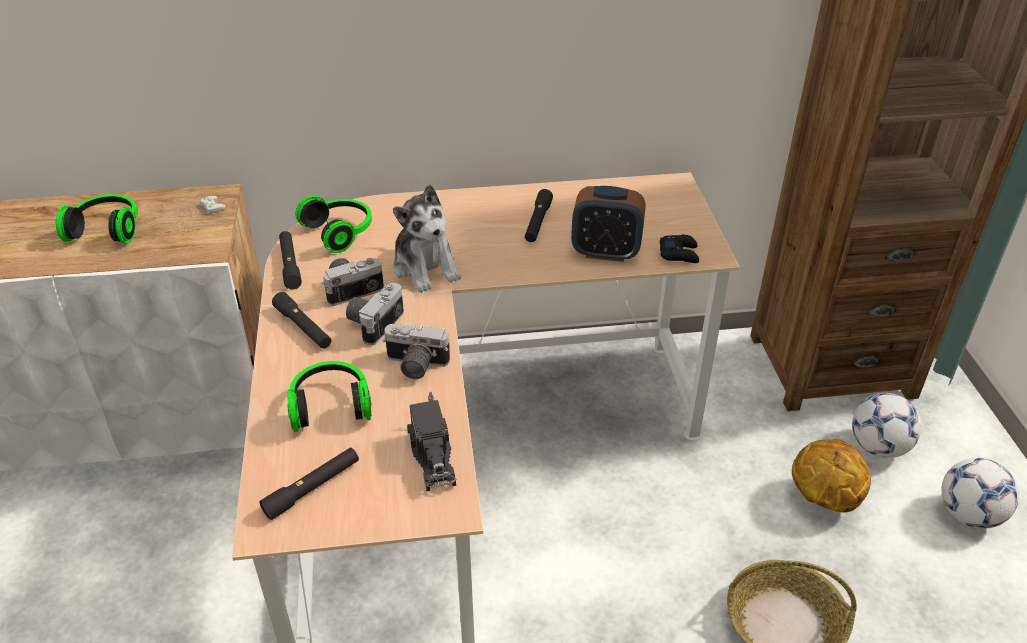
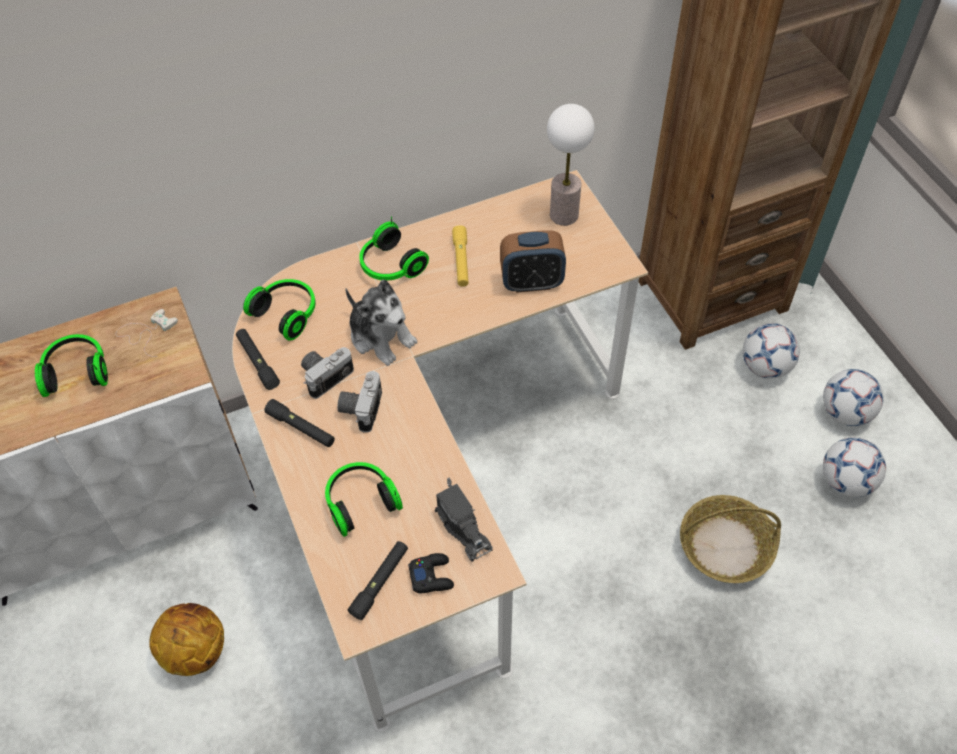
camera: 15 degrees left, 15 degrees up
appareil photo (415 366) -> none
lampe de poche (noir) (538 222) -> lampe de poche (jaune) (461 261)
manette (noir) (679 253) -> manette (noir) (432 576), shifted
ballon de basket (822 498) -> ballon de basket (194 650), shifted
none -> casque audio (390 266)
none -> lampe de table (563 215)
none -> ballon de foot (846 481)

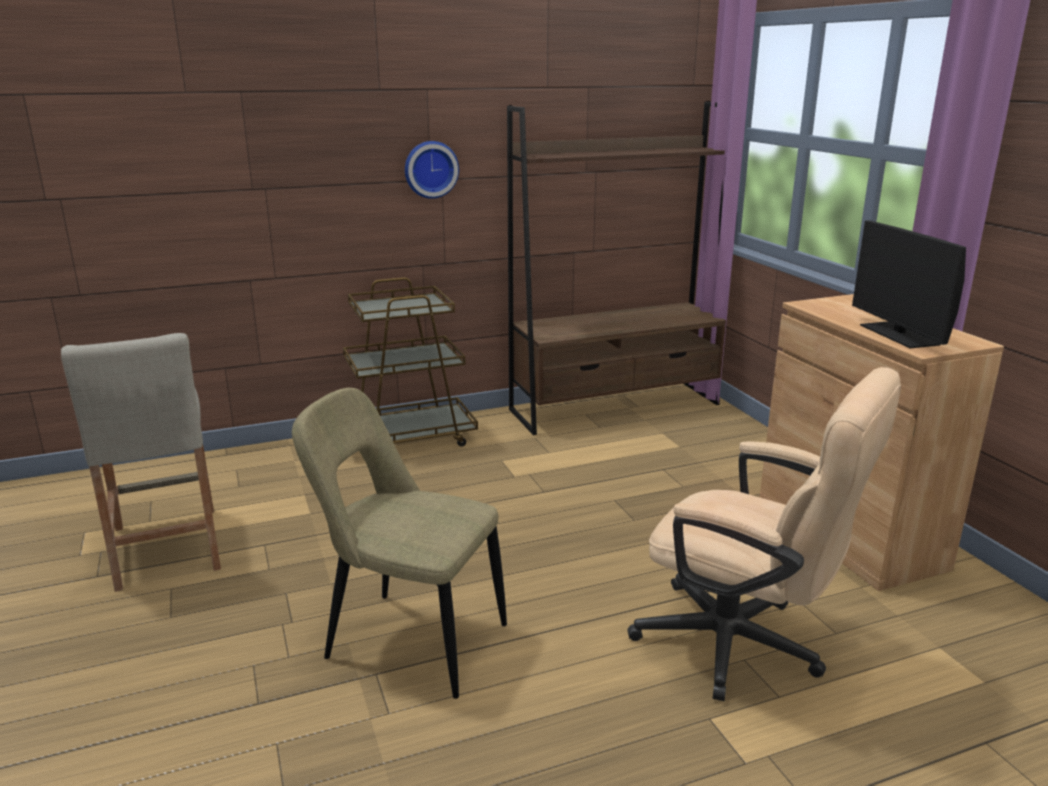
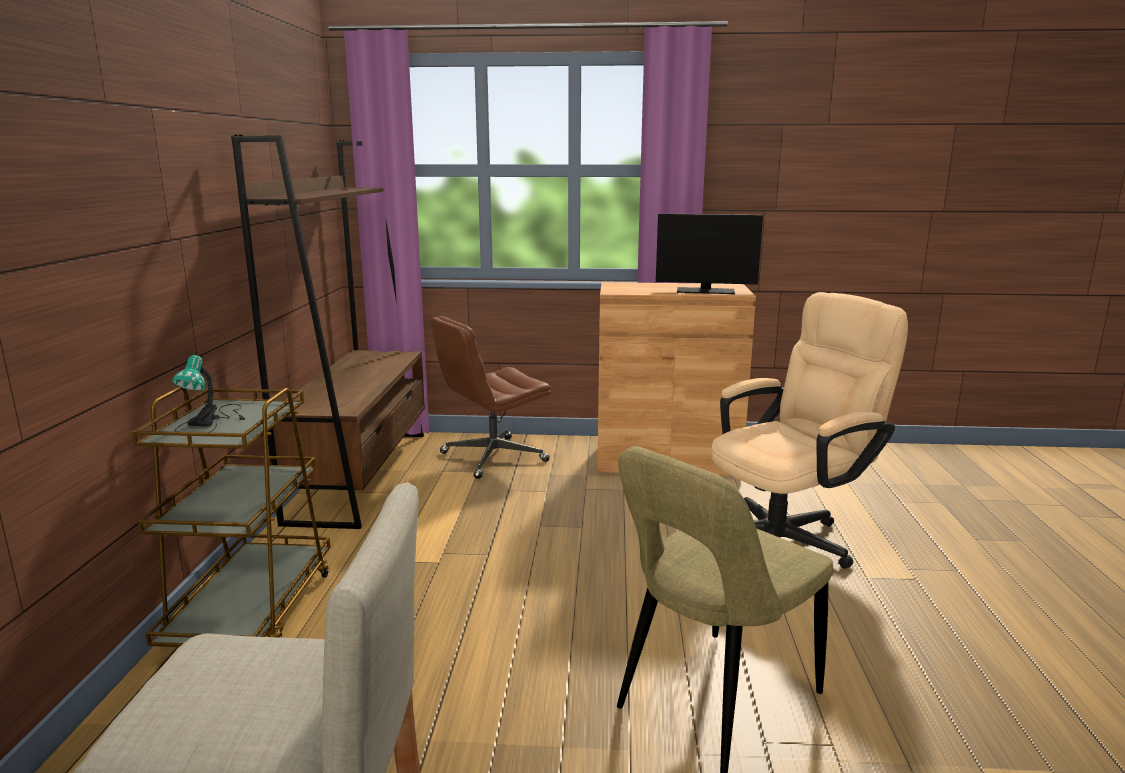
camera: 65 degrees left, 5 degrees down
horloge murale (430 169) -> none
none -> lampe de table (212 420)
none -> chaise de bureau (marron) (492 458)

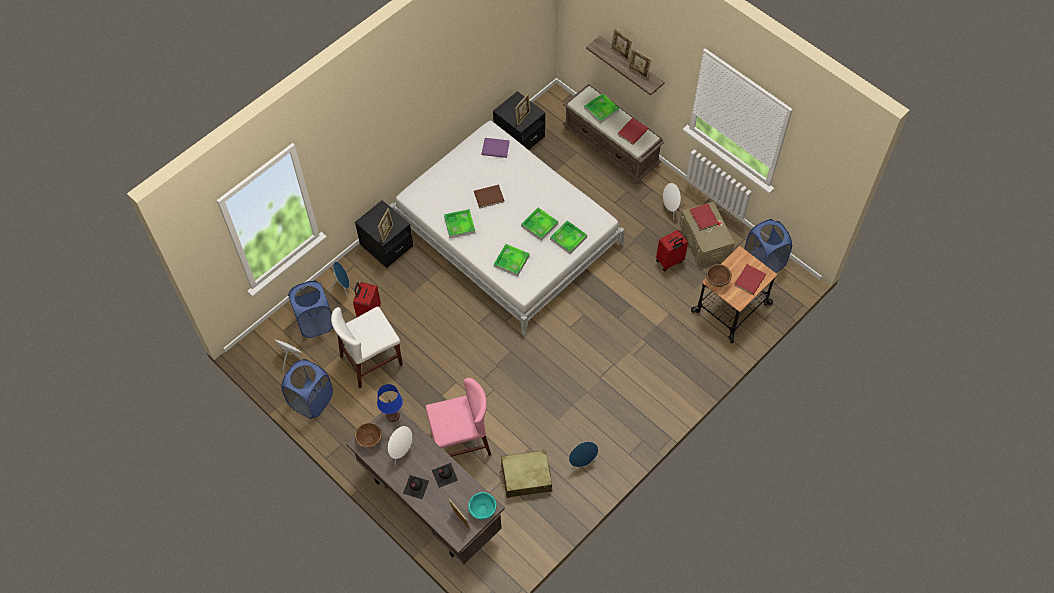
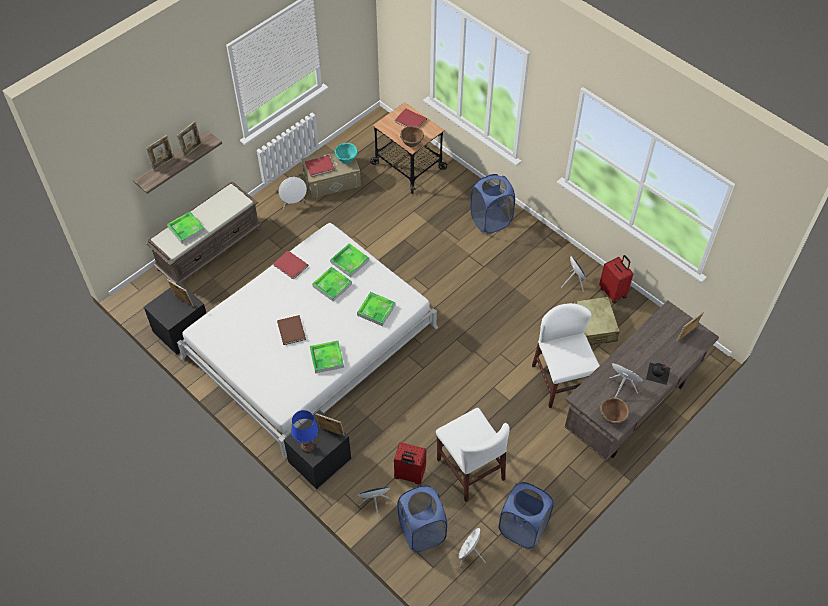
camera: 90 degrees left, 5 degrees down
lampe de table (bleu) (392 415) -> lampe de table (bleu) (307 446), shifted
chaise (rose) (461 442) -> chaise (blanc) (561 381)
bouteille (noir) (444 475) -> none
bol (turquoise) (483 510) -> bol (turquoise) (346 159), shifted
livre (violet) (496 149) -> none
livre (rouge) (633 131) -> livre (rouge) (290 264), shifted
valise (rouge) (669 261) -> valise (rouge) (613 292), shifted
panier à linge (bleu) (763 262) -> panier à linge (bleu) (490 220), shifted

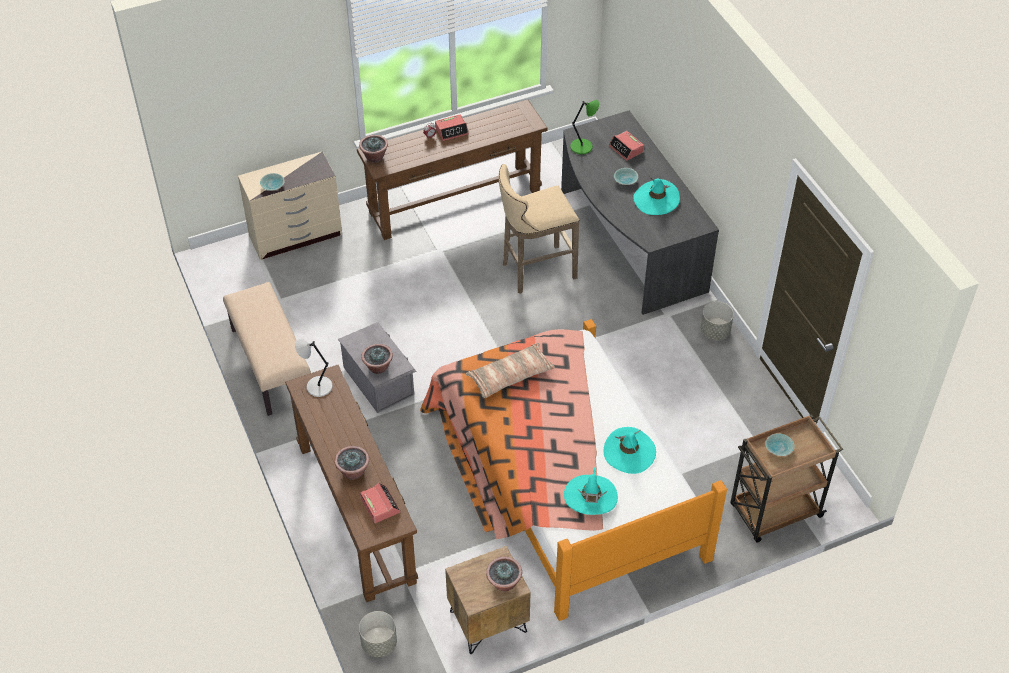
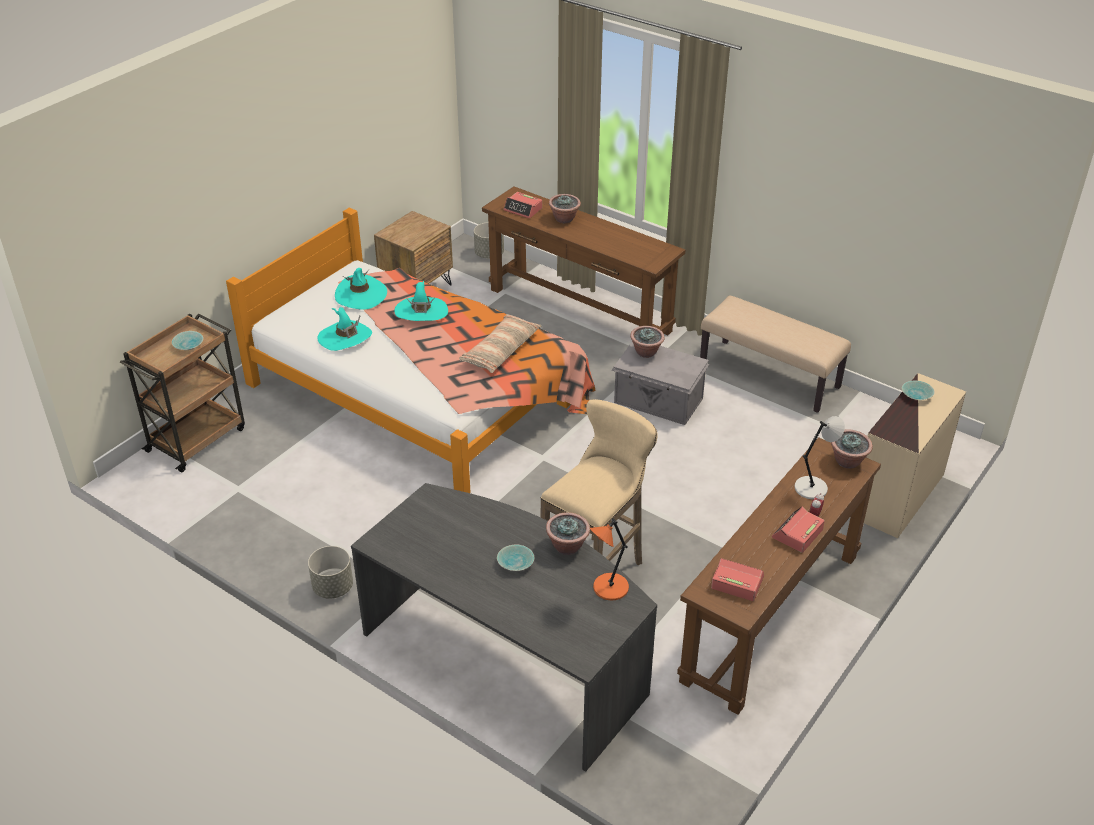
camera: 150 degrees right, 10 degrees down
lampe de table (gris) (317 387) -> lampe de table (gris) (812 487), shifted
plante en pot (504 583) -> plante en pot (567 546), shifted
lampe de table (vert) (582 147) -> lampe de table (orange) (609 588)
réveil (626 149) -> réveil (737 583), shifted
chapeau (turquoise) (656 199) -> chapeau (turquoise) (421 312), shifted

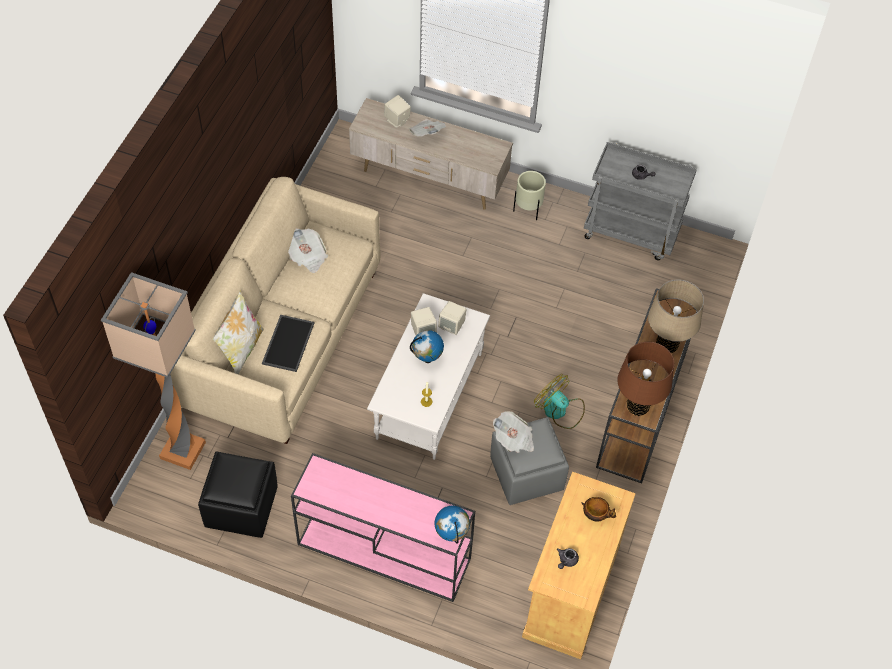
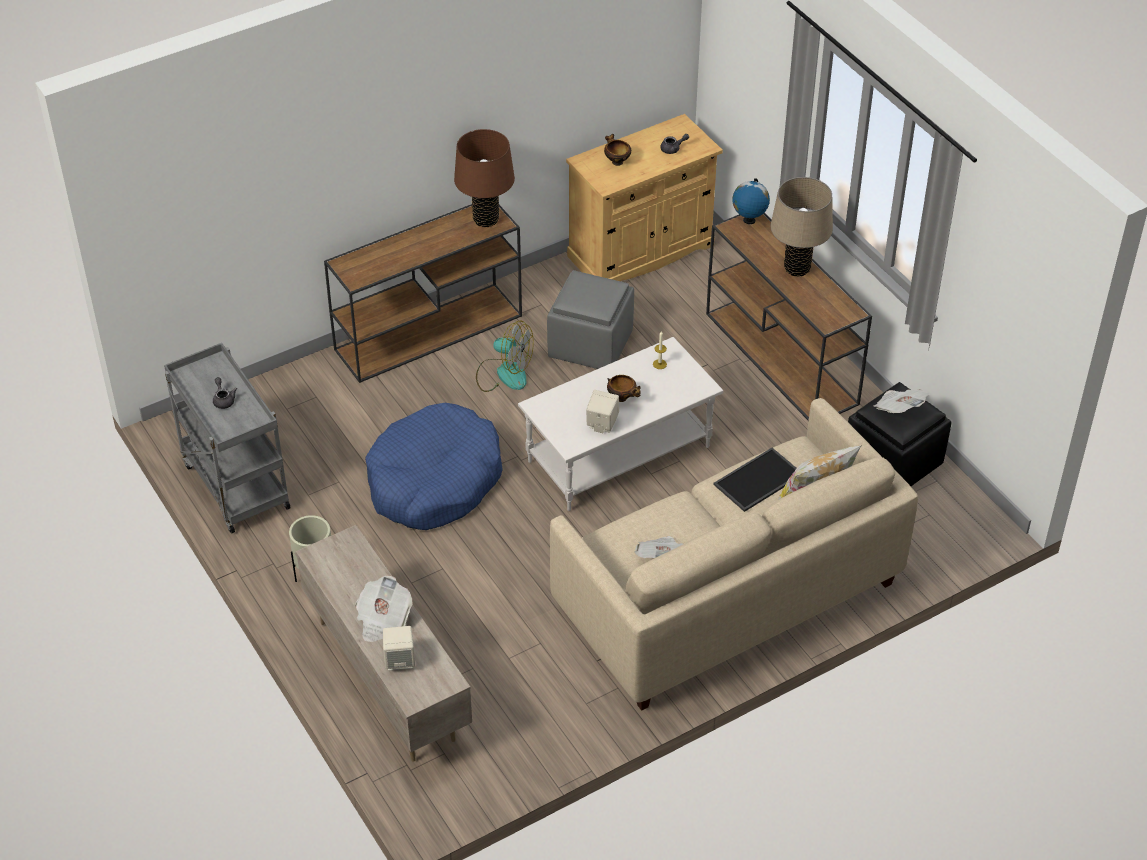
camera: 140 degrees left, 10 degrees down
lampadaire (182 449) -> none
table console (rose) (382 551) -> table console (marron) (782 359)
globe (427 359) -> bol (622 398)
enceinte (beige) (452 326) -> none
journal (513 439) -> journal (899 409), shifted
ventilateur (560 410) -> ventilateur (504 374), 60 degrees counterclockwise
lampe de table (beige) (667 345) -> lampe de table (beige) (797 268), shifted
none -> panier pour chien (bleu) (434 481)

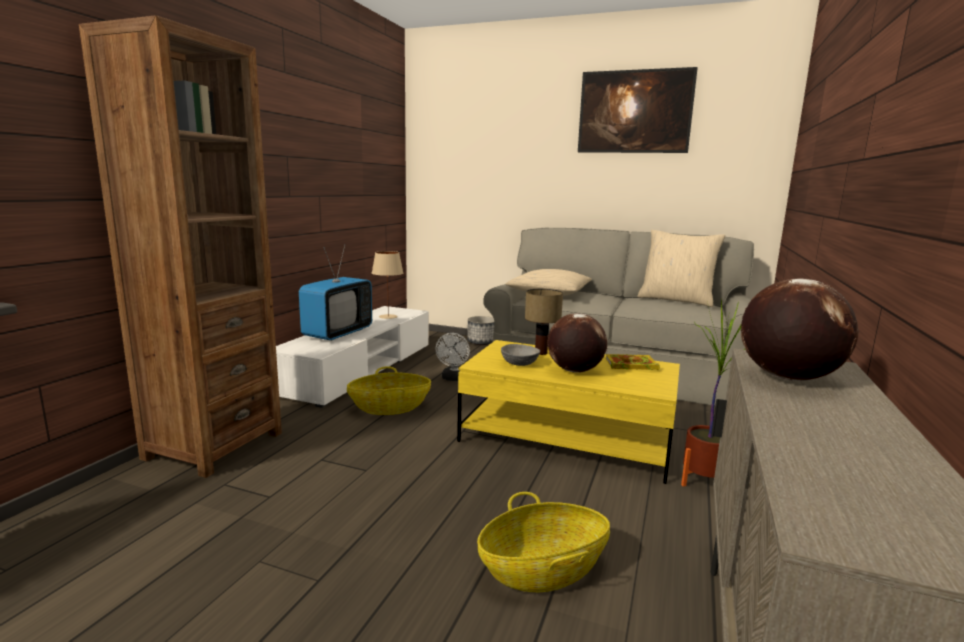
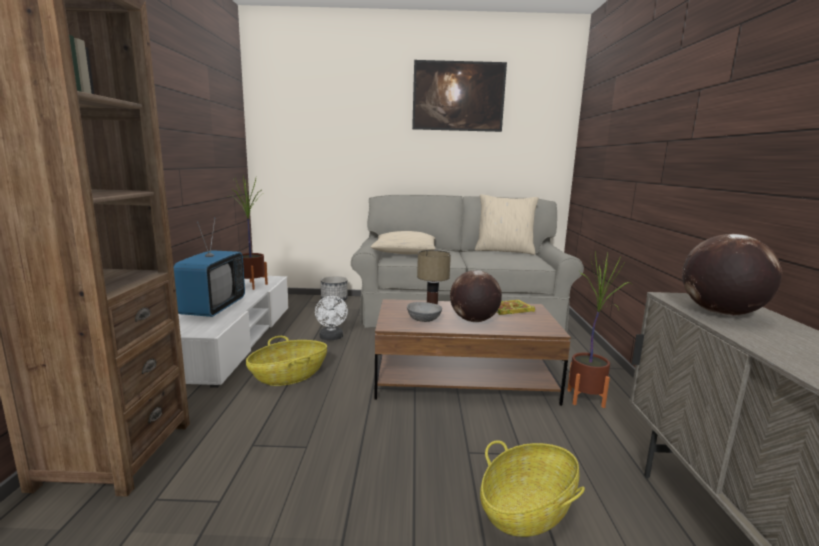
camera: 20 degrees left, 0 degrees up
lampe de table (beige) (388 316) -> plante en pot (252 285)
table basse (jaune) (567 437) -> table basse (marron) (463 378)

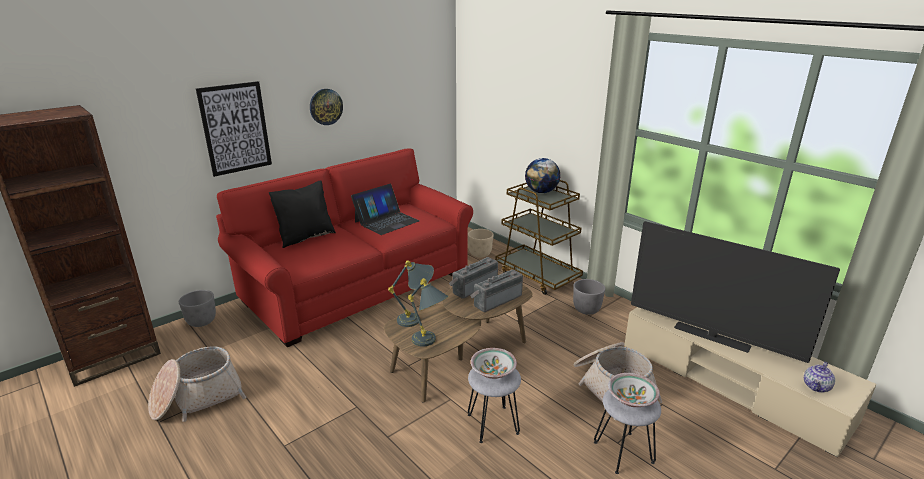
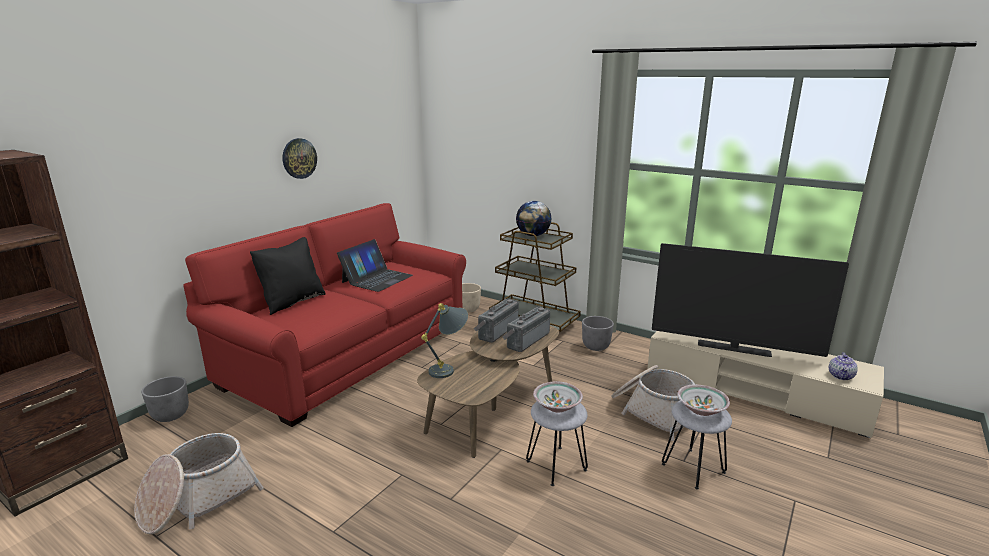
camera: 15 degrees left, 5 degrees down
tableau (235 128) -> none
lampe de table (gris) (430 343) -> none

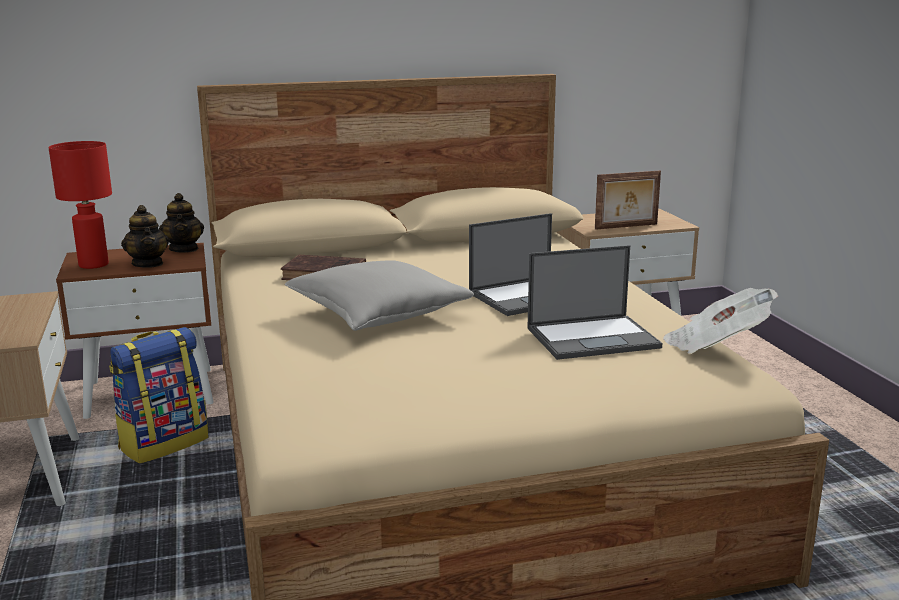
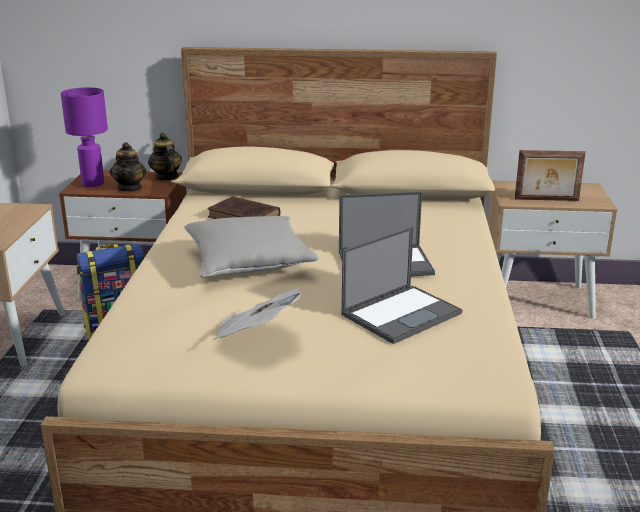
camera: 20 degrees right, 5 degrees up
lampe de table (rouge) (94 265) -> lampe de table (violet) (93 183)
théière (184 249) -> théière (166 177), 150 degrees clockwise
ordinateur portable (594 337) -> ordinateur portable (402 313), 45 degrees counterclockwise
journal (716 346) -> journal (256 335), shifted

